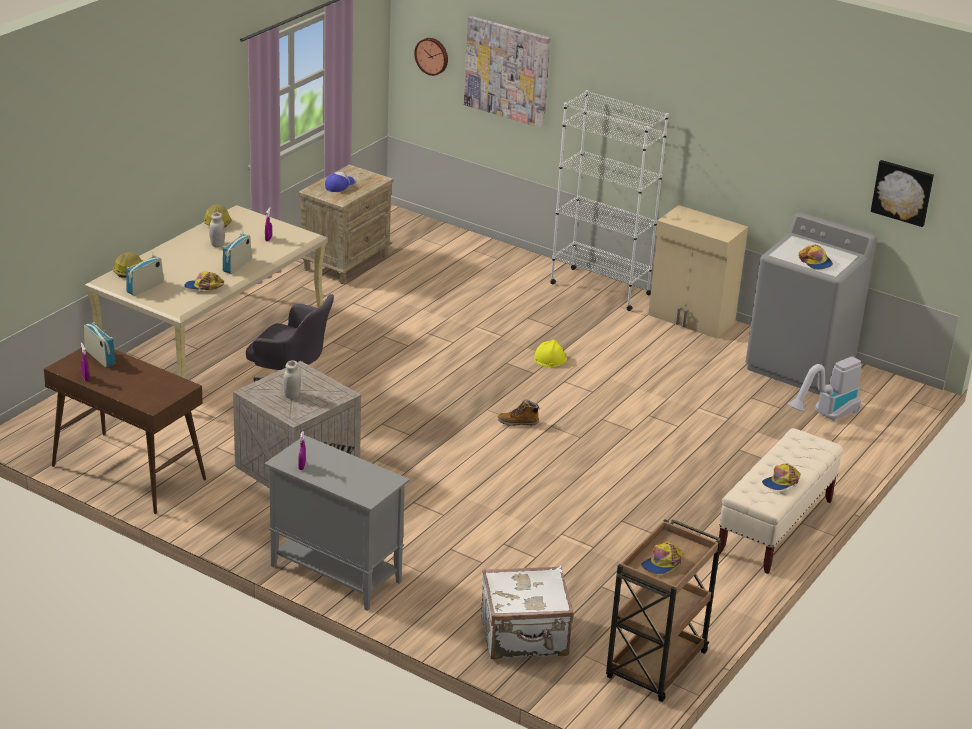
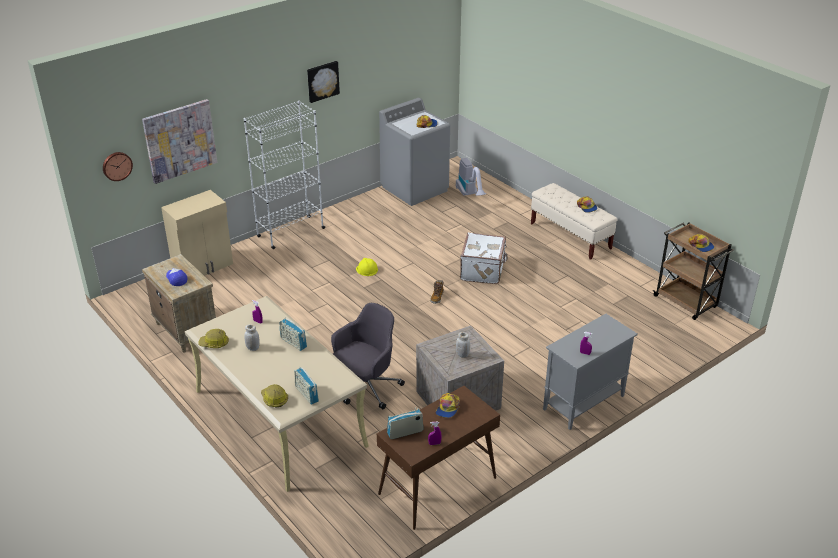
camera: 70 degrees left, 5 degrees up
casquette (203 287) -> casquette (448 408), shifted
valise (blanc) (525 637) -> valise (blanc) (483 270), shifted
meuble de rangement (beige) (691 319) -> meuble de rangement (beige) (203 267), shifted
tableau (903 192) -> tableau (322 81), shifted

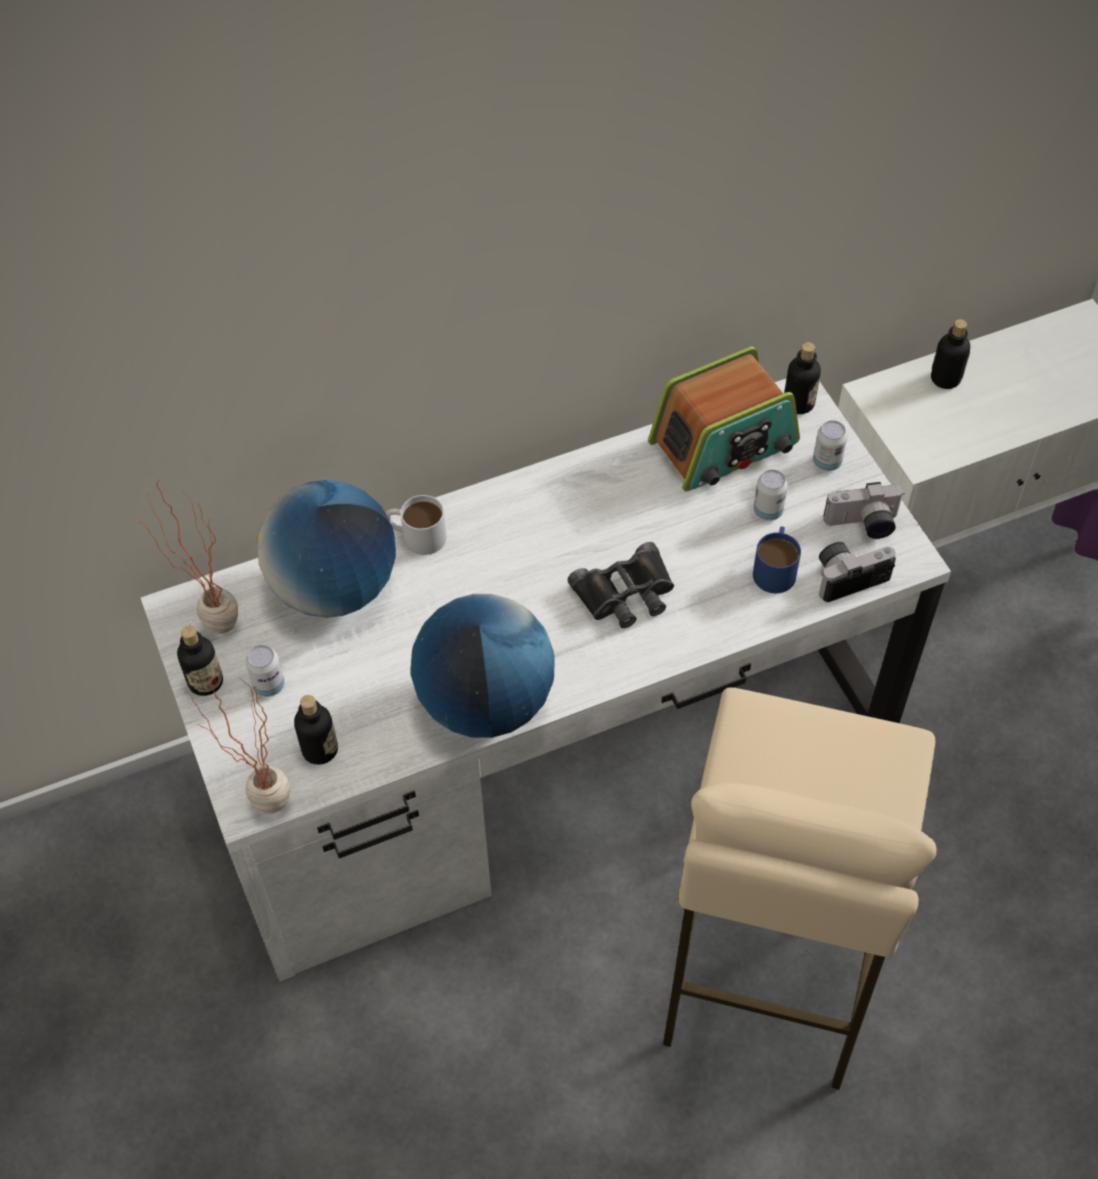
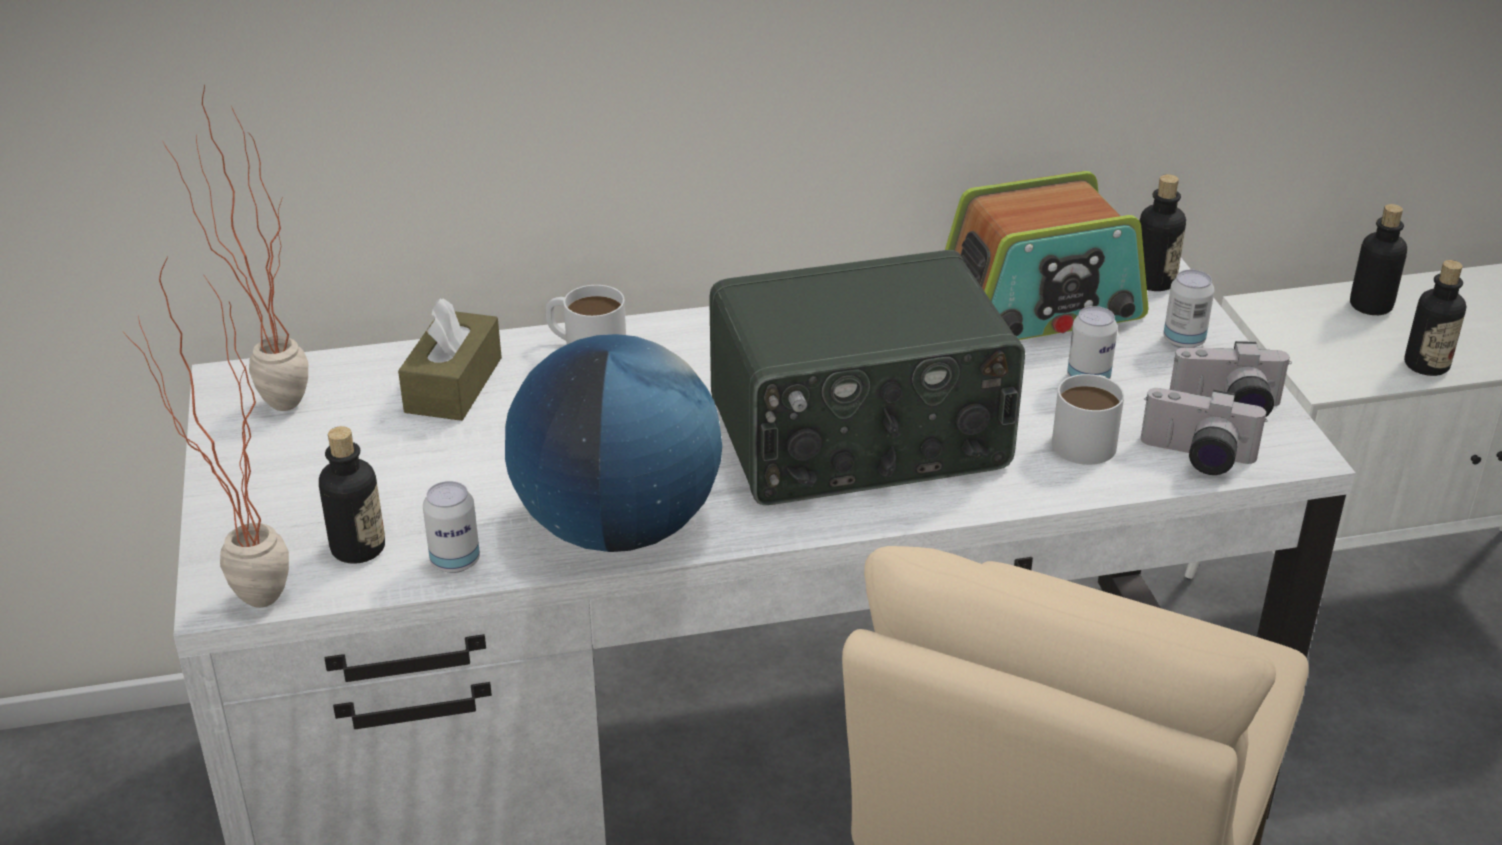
camera: 10 degrees right, 20 degrees down
bouteille (205 682) -> bouteille (1426 365), shifted
boîte métallique (269 685) -> boîte métallique (455 561), shifted
globe (334 588) -> boîte à mouchoirs (marron) (453 385)
jumelles (noir) (626 593) -> radio (860 438)
mug (bleu) (775 568) -> mug (blanc) (1087 437)
appareil photo (848 575) -> appareil photo (1196 458), 150 degrees counterclockwise

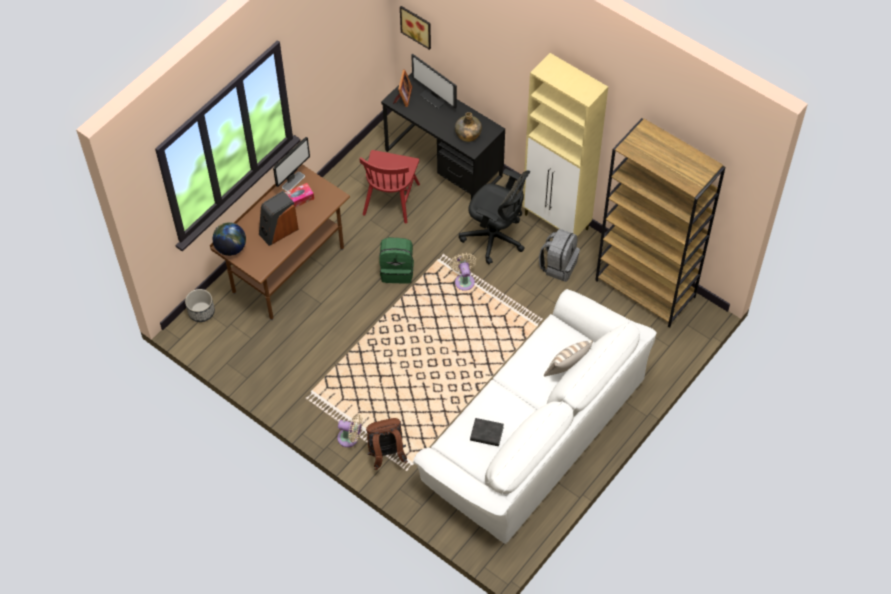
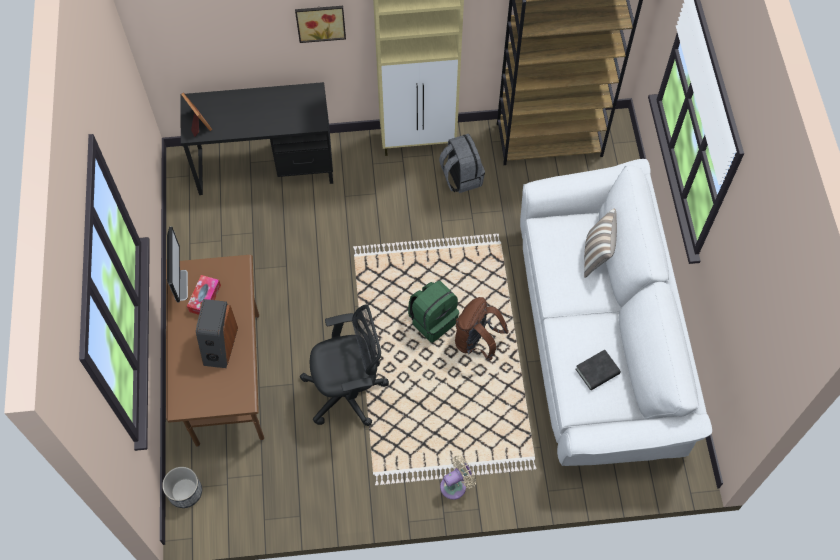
camera: 45 degrees left, 5 degrees up
globe (231 248) -> none
chaise (rouge) (391 199) -> none
sac à dos (marron) (386 455) -> sac à dos (marron) (477 342), shifted
sac à dos (vert) (397 270) -> sac à dos (vert) (433 320), shifted
tableau (417 26) -> tableau (320 21), shifted
écran d'ordinateur (435 97) -> none
ventilateur (beige) (464 280) -> none
bouteille (vert) (467 134) -> none
chaise de bureau (noir) (495 238) -> chaise de bureau (noir) (348 392), shifted

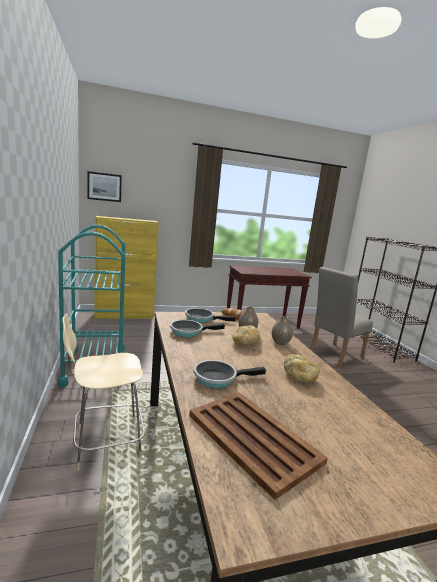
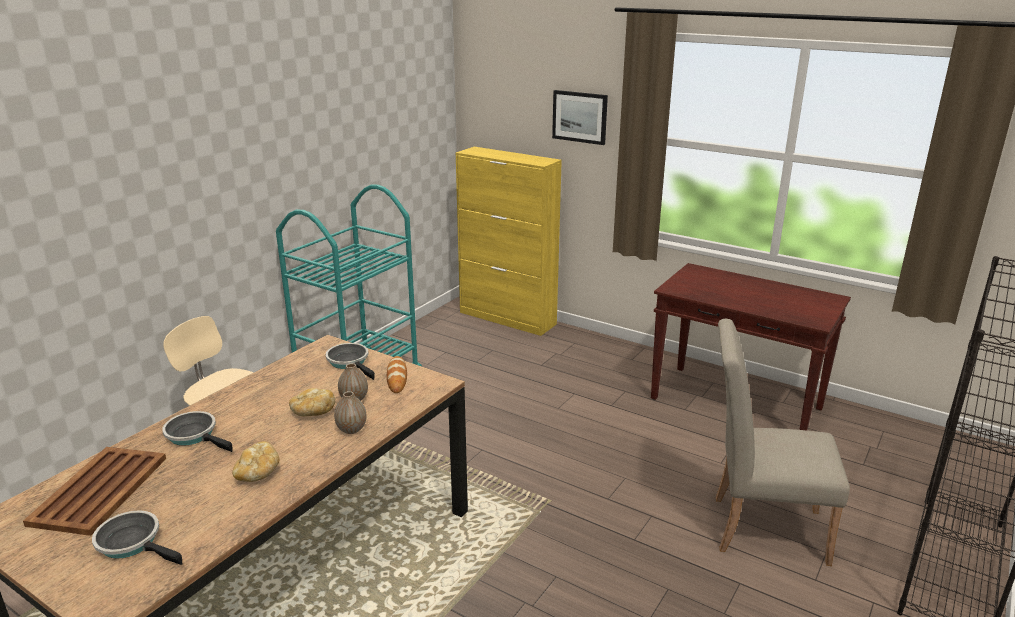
camera: 50 degrees right, 10 degrees up
tableau (104 187) -> tableau (580 117), shifted
poêle (189 332) -> poêle (133 543), shifted

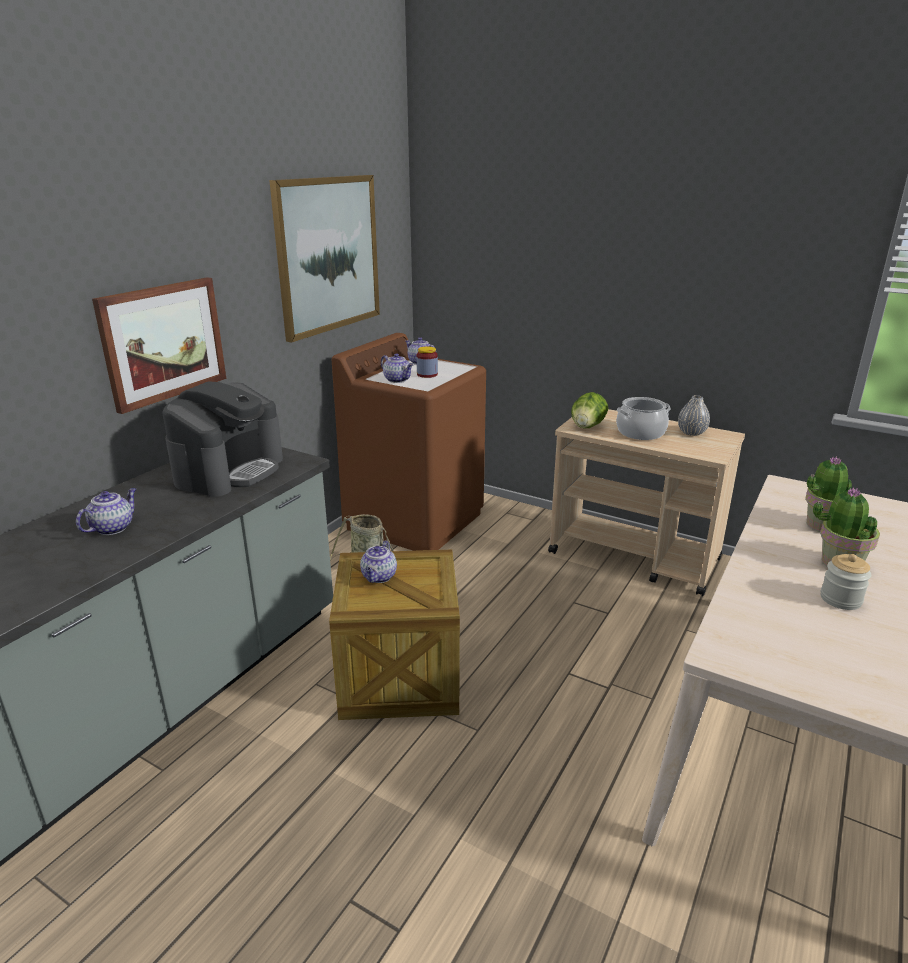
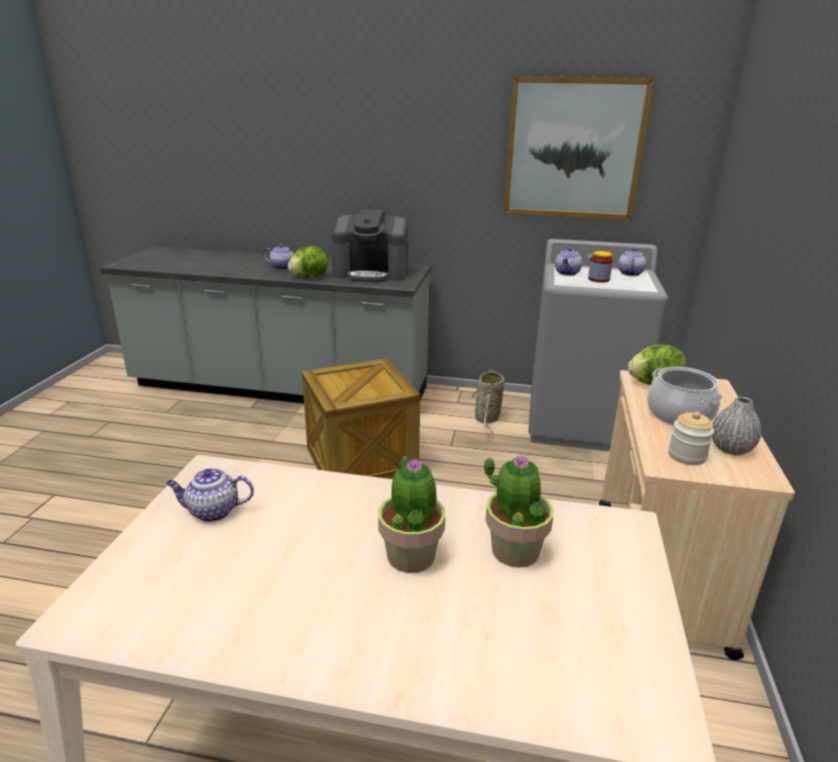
camera: 70 degrees right, 0 degrees up
tableau (163 342) -> none
lave-linge (marron) (415 520) -> lave-linge (gris) (581 423)
théière (379 577) -> théière (212 511), shifted
bocal (840 599) -> bocal (687 456), shifted
none -> laitue (308 277)

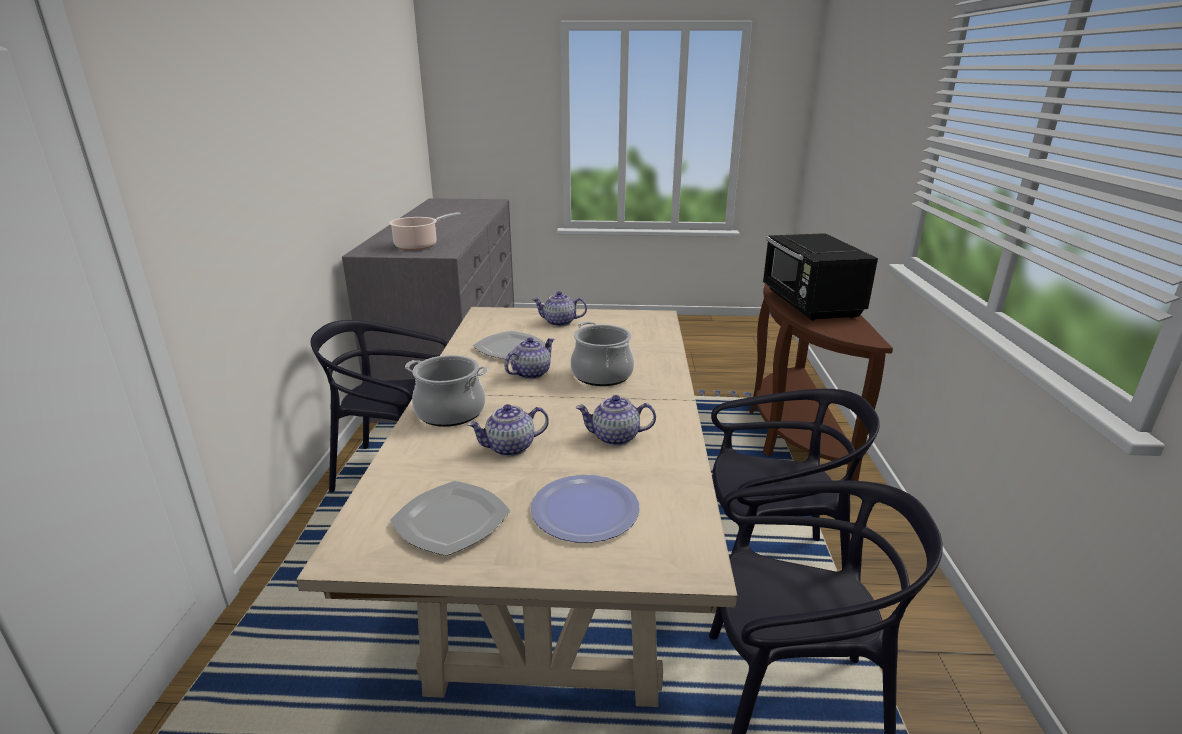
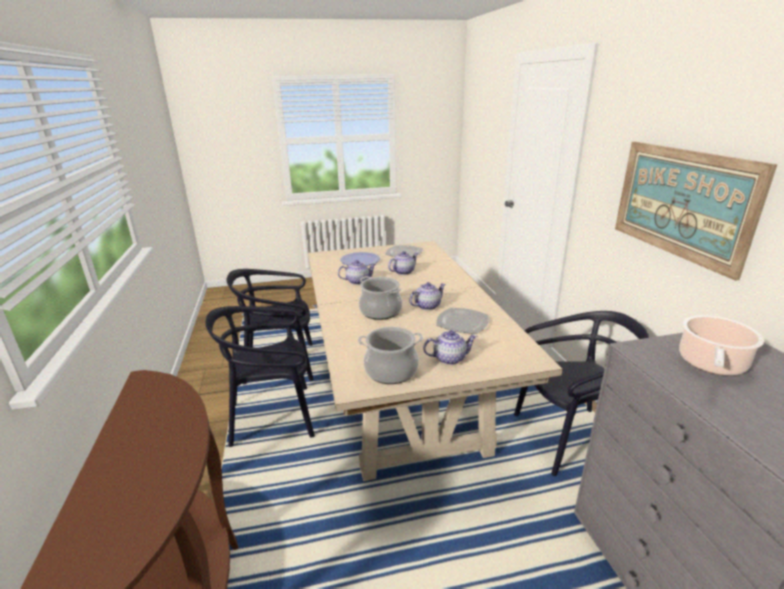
camera: 165 degrees right, 0 degrees up
marmite (450 412) -> marmite (391 371), shifted
théière (531 373) -> théière (427 306), 150 degrees counterclockwise
micro-ondes (noir) (810 304) -> none
none -> tableau (681 203)

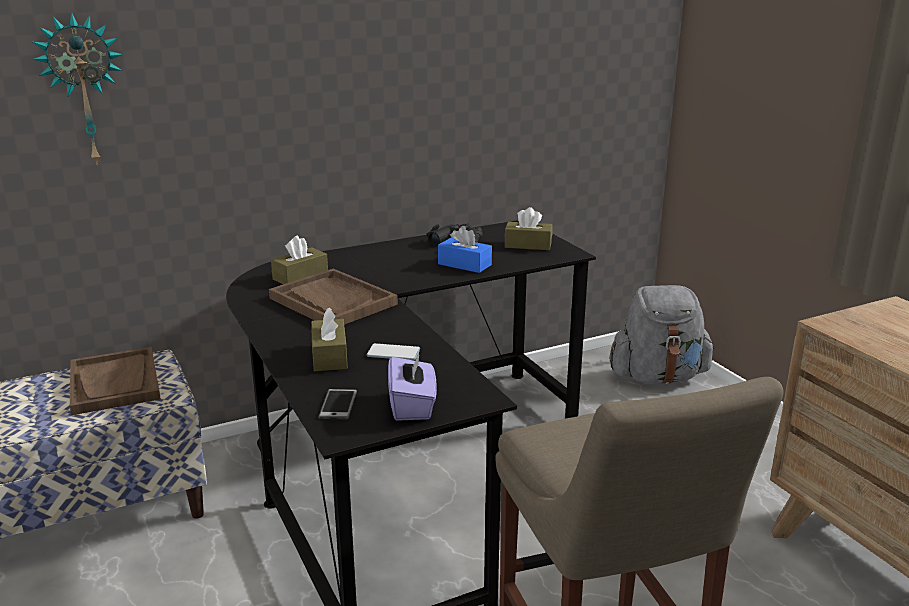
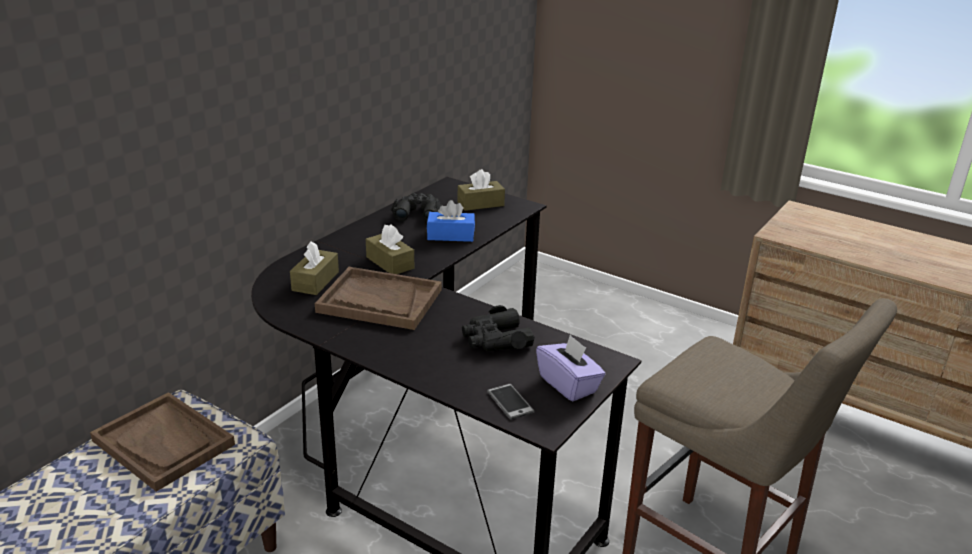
camera: 30 degrees left, 5 degrees up
horloge murale (83 90) -> none
boîte à mouchoirs (marron) (329 356) -> boîte à mouchoirs (marron) (390 263), shifted
téléphone (393 353) -> jumelles (noir) (495 340)
sac à dos (gris) (658 377) -> none

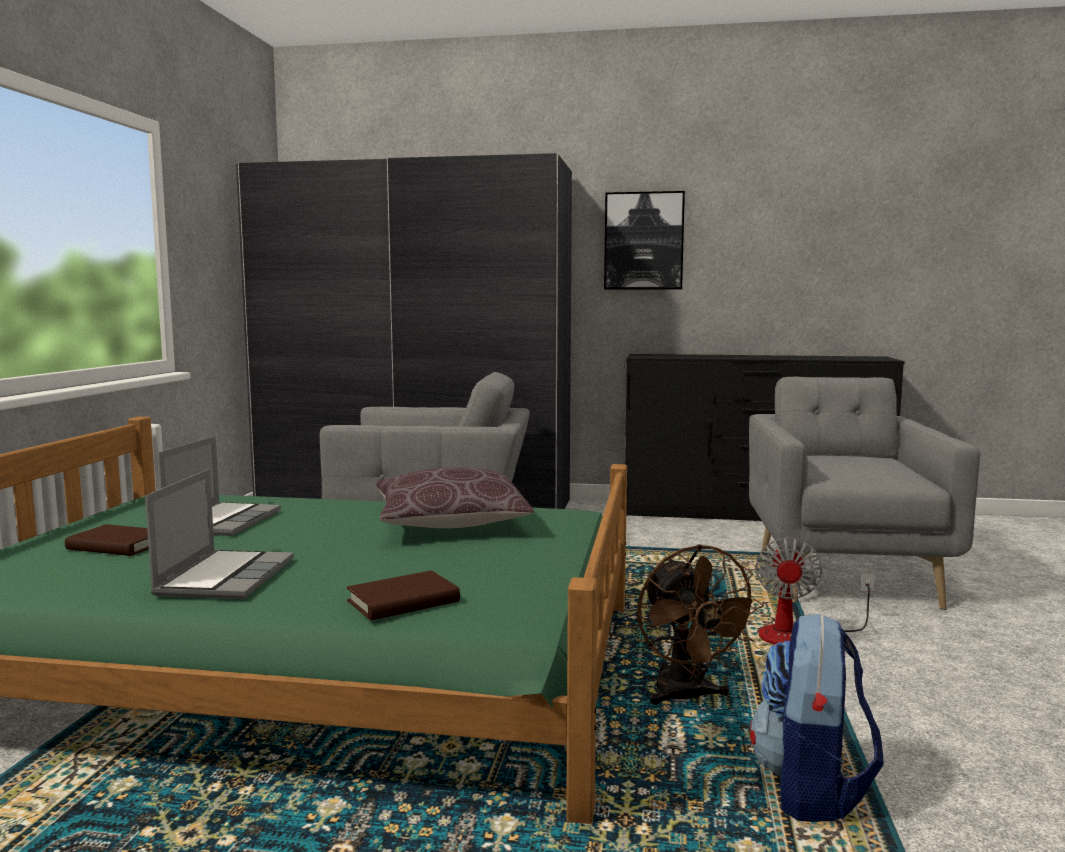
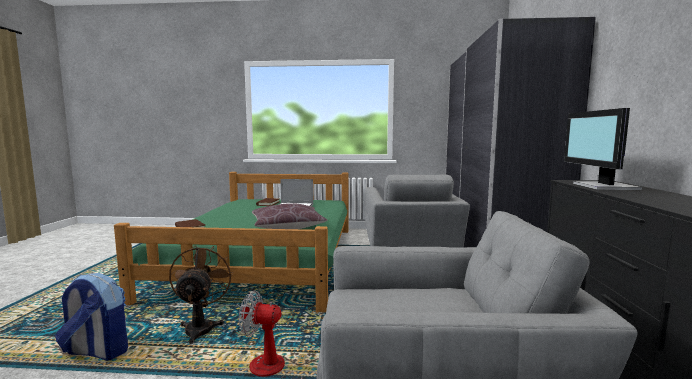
camera: 85 degrees right, 0 degrees up
ordinateur portable (225 577) -> none
tableau (644 241) -> none
ventilateur (marron) (687 697) -> ventilateur (marron) (201 327), 105 degrees clockwise
none -> écran d'ordinateur (603 186)

